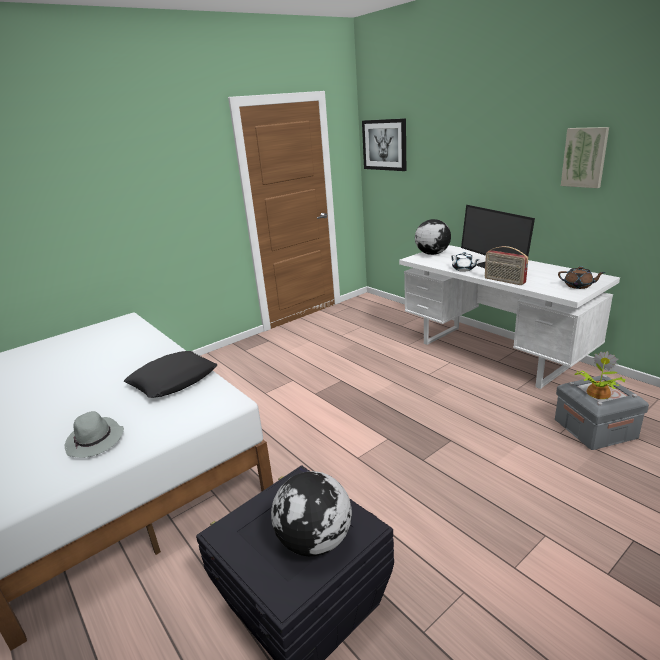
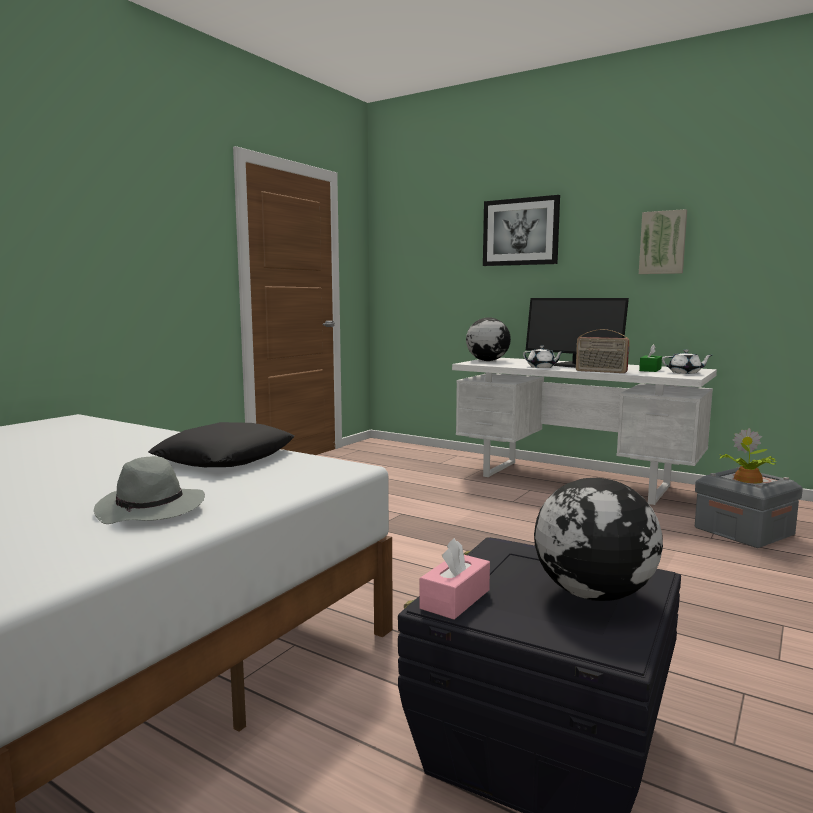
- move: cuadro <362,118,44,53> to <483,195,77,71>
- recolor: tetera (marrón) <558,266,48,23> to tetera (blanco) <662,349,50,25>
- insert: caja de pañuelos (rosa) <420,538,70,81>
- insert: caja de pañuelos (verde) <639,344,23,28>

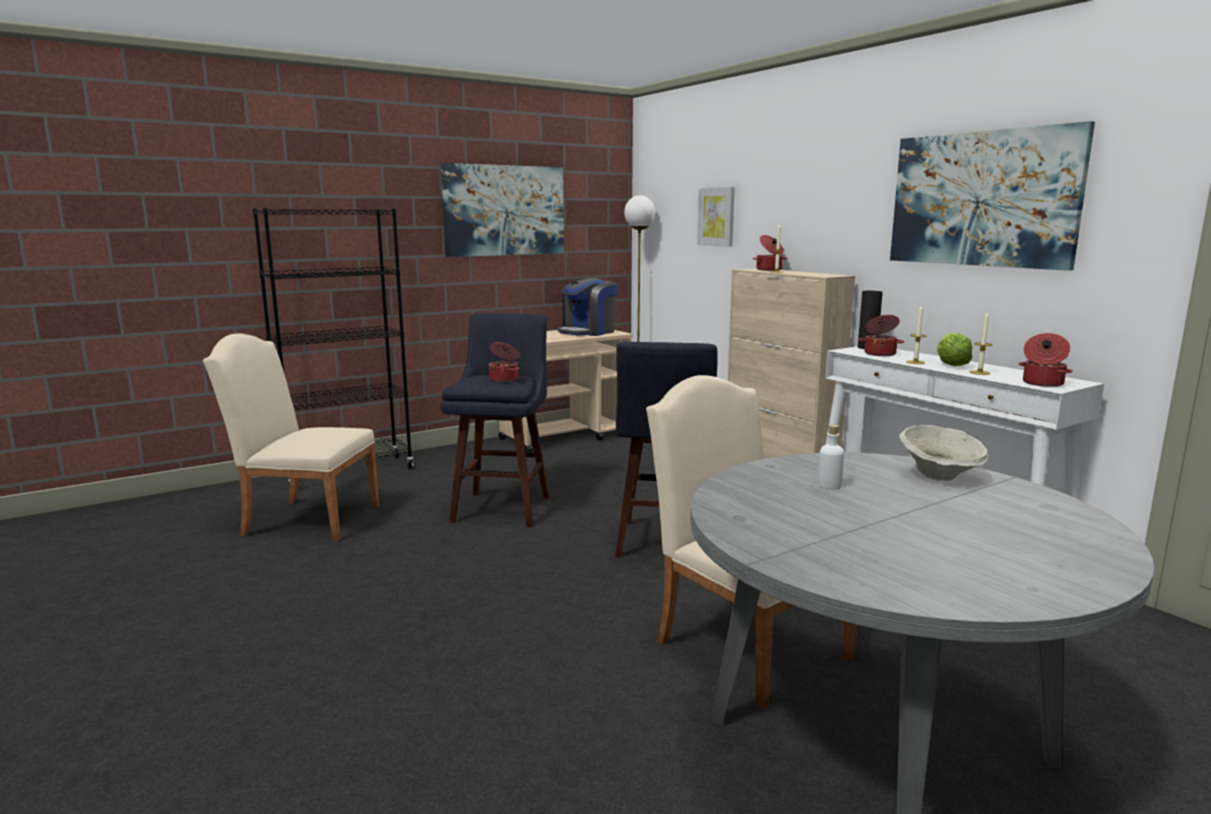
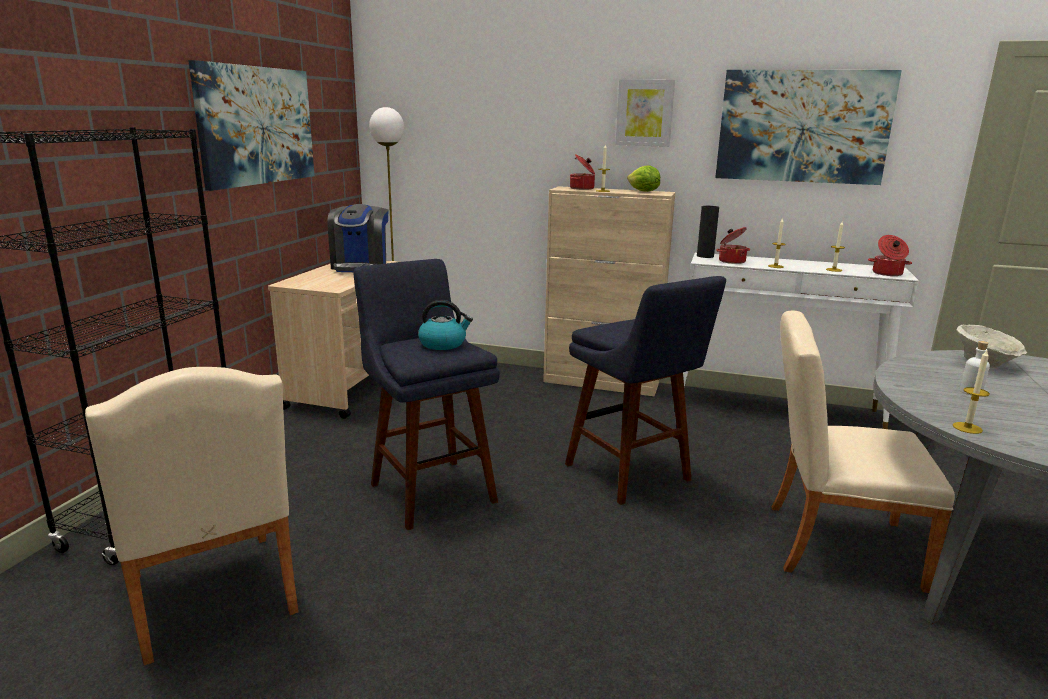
- rotate: silla (beis) <203,333,176,209> = <85,367,214,298> 90 degrees counterclockwise
- replace: olla <489,342,31,40> to hervidor <418,300,55,50>
- move: cuadro <697,187,38,60> to <615,79,60,68>
- move: lechuga <937,333,36,33> to <627,166,33,26>
- insert: vela <953,350,37,84>

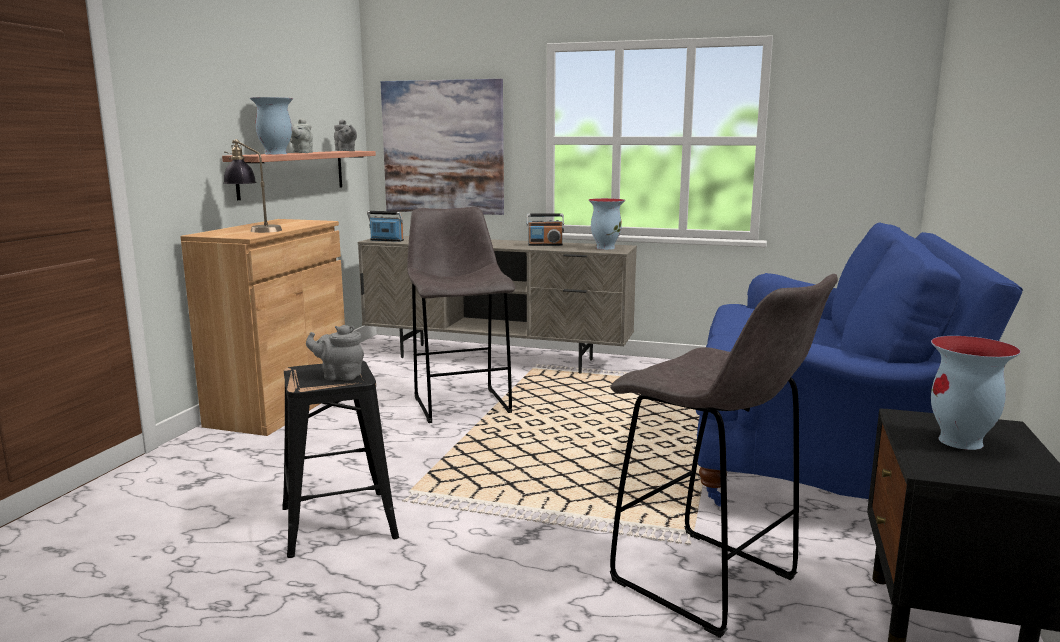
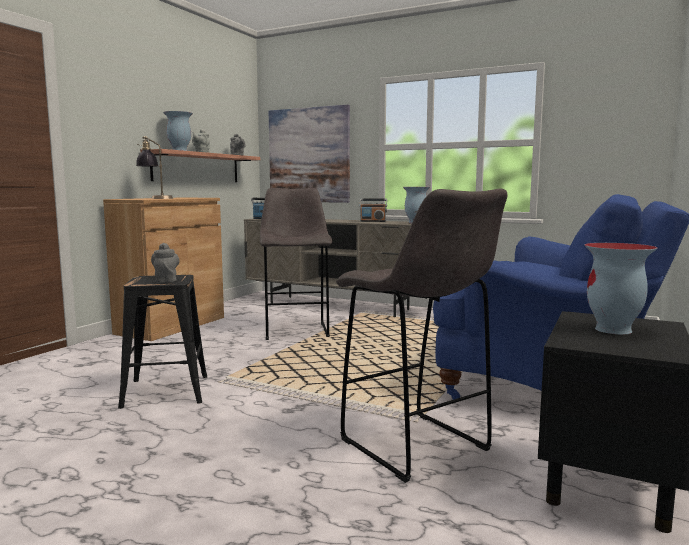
- rotate: tetera (gris) <306,325,58,56> = <151,243,29,40> 60 degrees clockwise

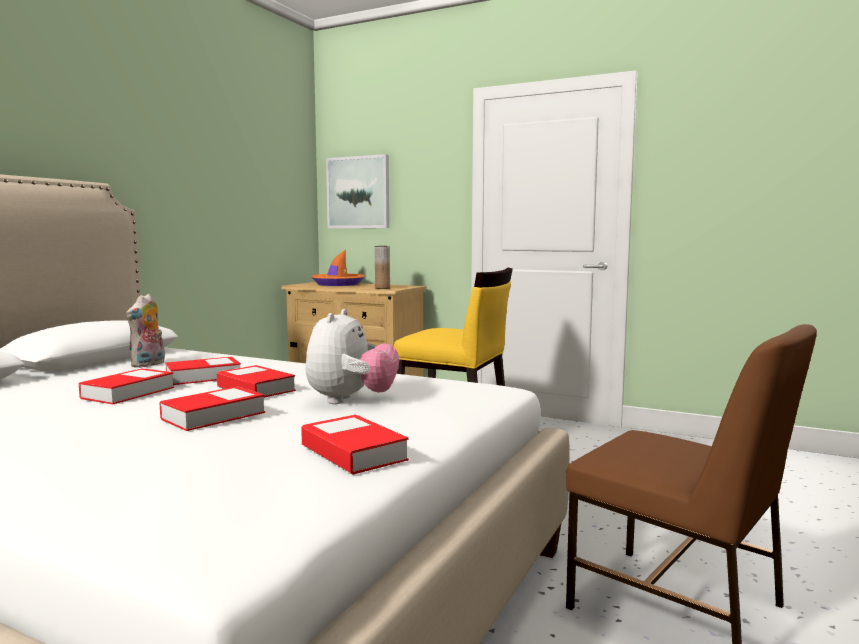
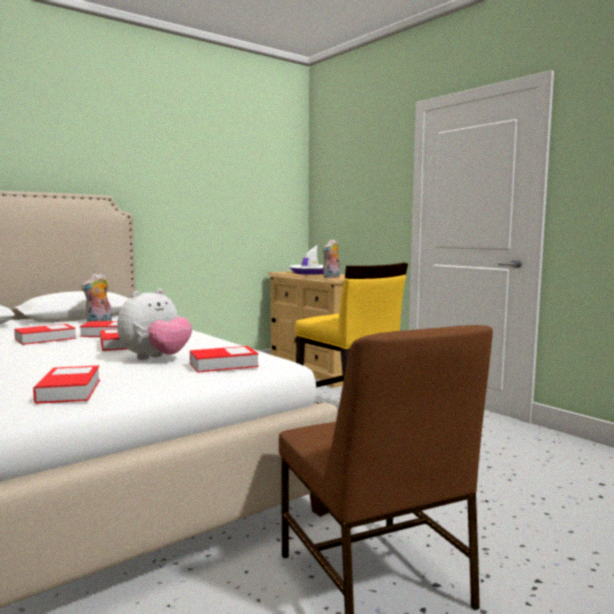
- move: libro <159,386,106,45> to <190,346,69,27>
- recolor: sombrero (naranja) <311,249,54,37> to sombrero (blanco) <289,245,35,30>
- delete: cuadro <326,154,63,74>
- replace: florero (marrón) <375,246,15,43> to peluche <323,239,17,39>

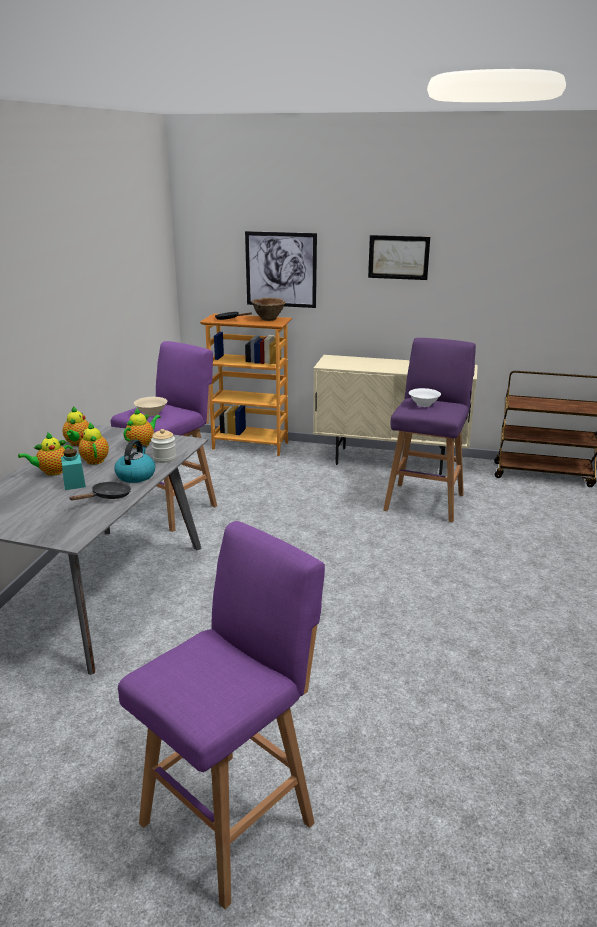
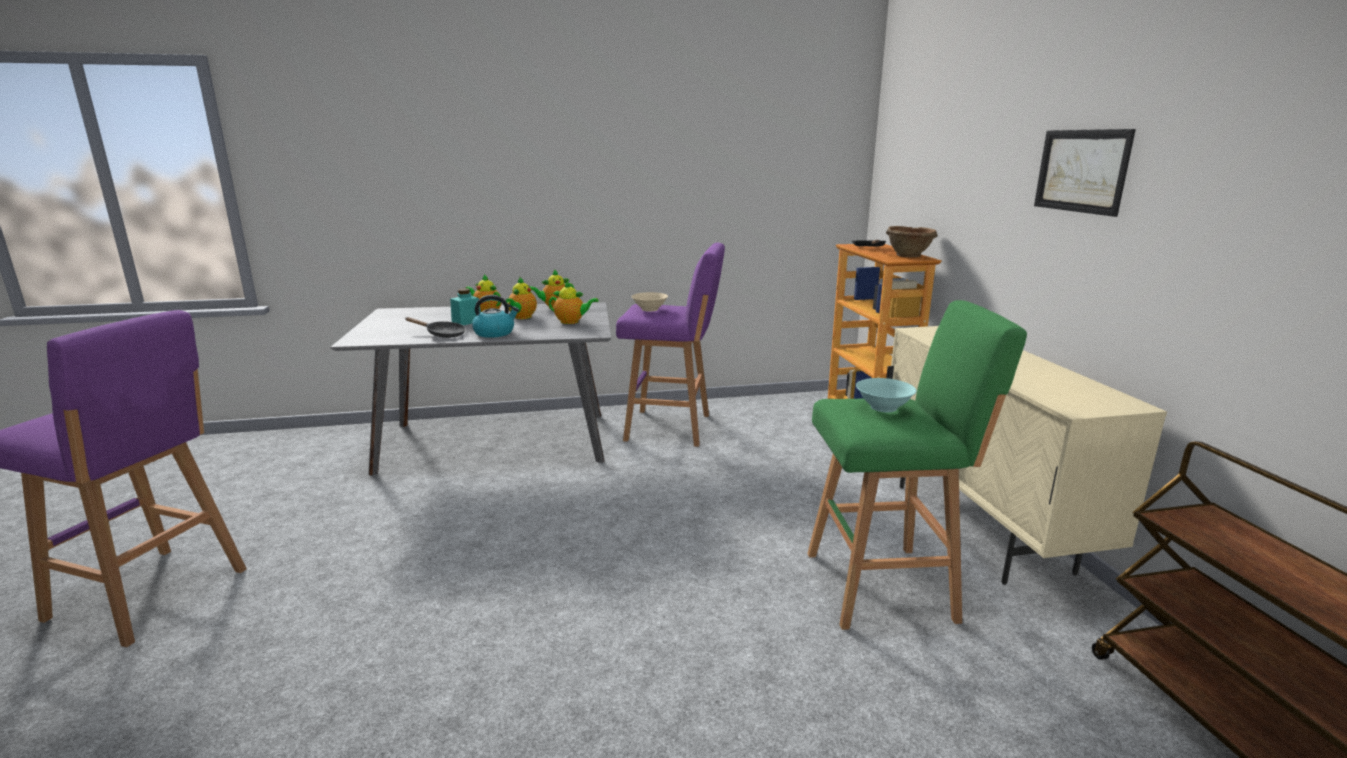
- rotate: tetera <79,422,30,43> = <506,277,31,42> 150 degrees clockwise
- delete: tarro <151,429,25,34>
- delete: cuadro <245,231,72,77>
- recolor: taburete (morado) <383,338,93,185> to taburete (verde) <807,300,220,330>
- recolor: cuenco (blanco) <409,388,32,19> to cuenco (turquesa) <856,378,61,34>

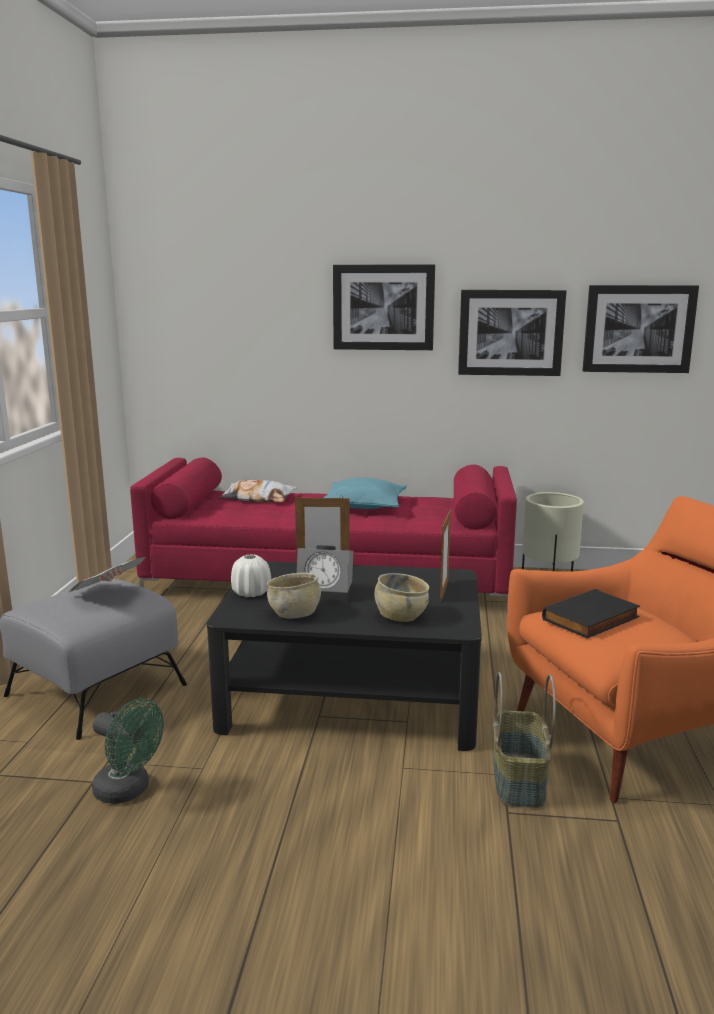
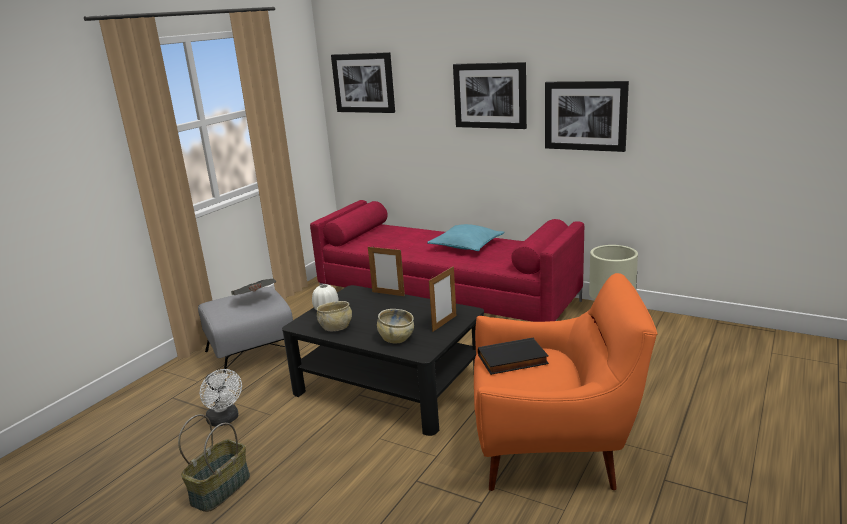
- recolor: ventilador (verde) <92,698,72,106> to ventilador (blanco) <200,369,42,57>
- delete: cojín <219,480,77,22>
- delete: despertador <297,545,56,58>
- move: cesta <493,672,63,136> to <178,414,72,98>
- move: cuadro <582,285,117,88> to <331,52,64,61>

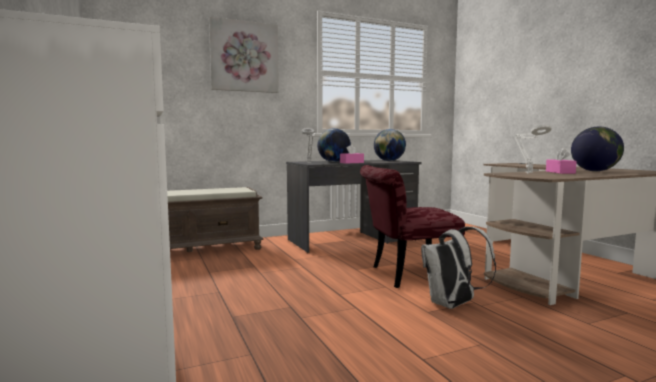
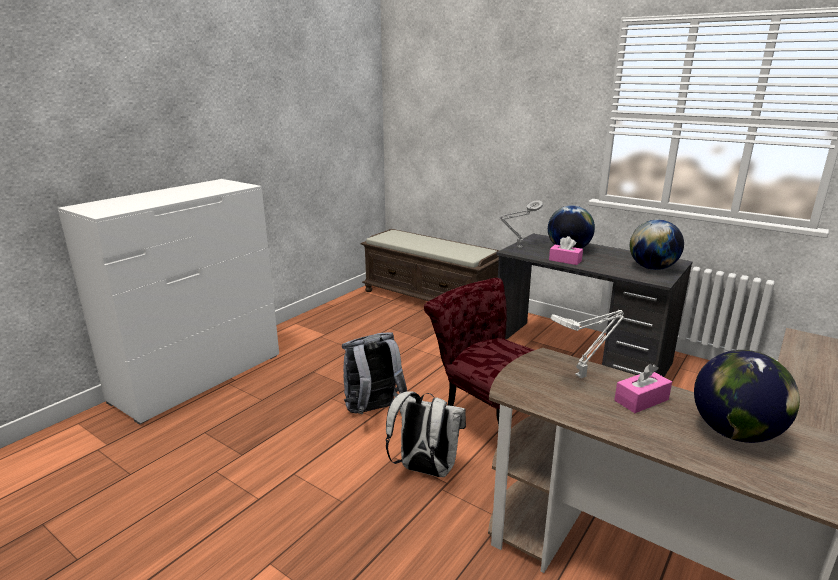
- delete: cuadro <209,17,70,76>
- insert: mochila (gris) <342,332,65,82>

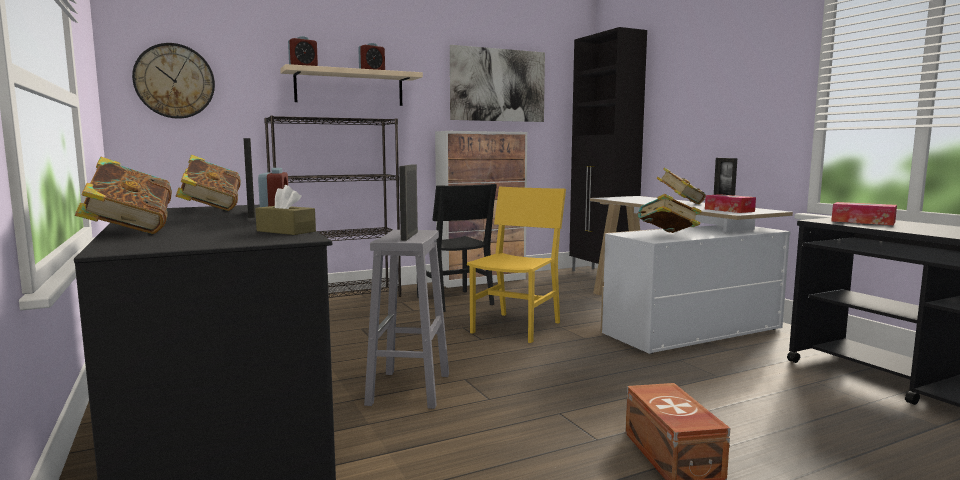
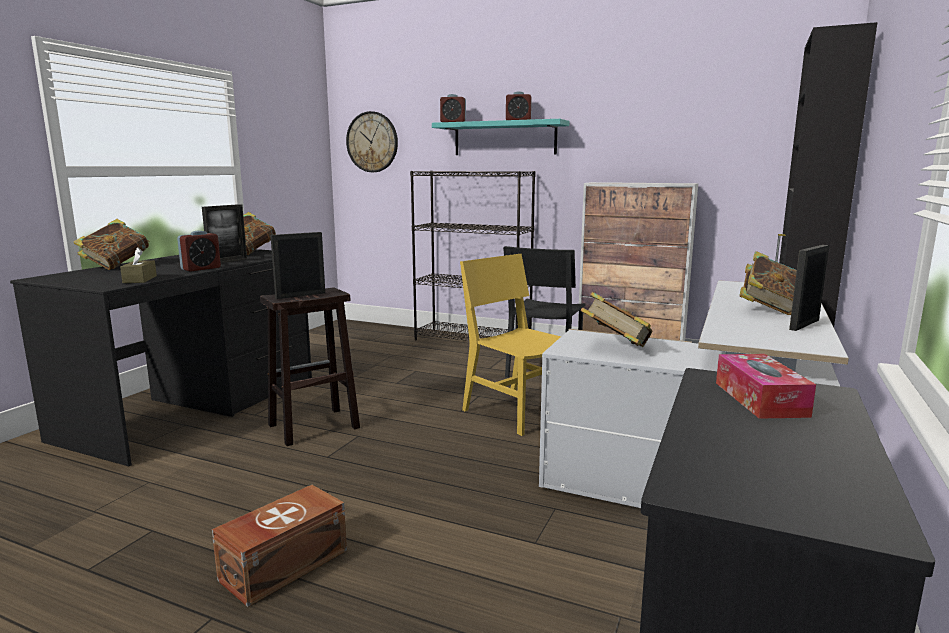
- recolor: estante (beis) <280,64,143,42> to estante (turquesa) <432,119,137,36>
- recolor: taburete (gris) <364,230,85,179> to taburete (marrón) <260,287,100,159>
- delete: cuadro <450,45,95,77>
- rotate: silla (amarillo) <467,186,99,157> = <460,254,101,182> 120 degrees counterclockwise
- delete: caja de pañuelos <705,194,51,19>

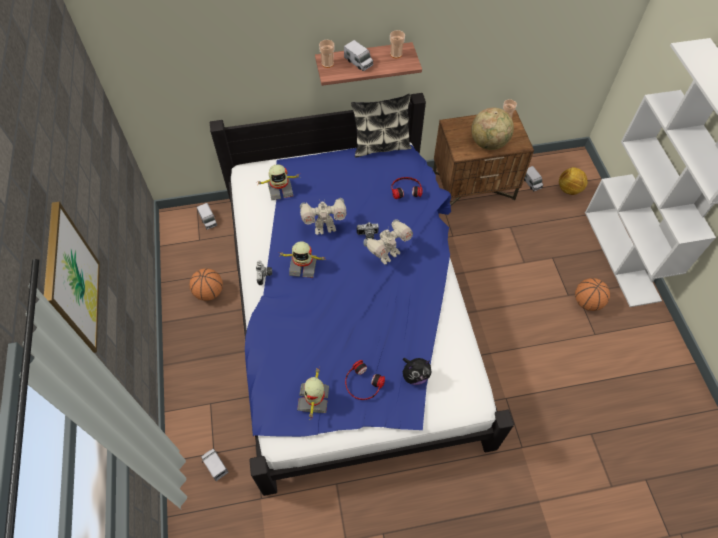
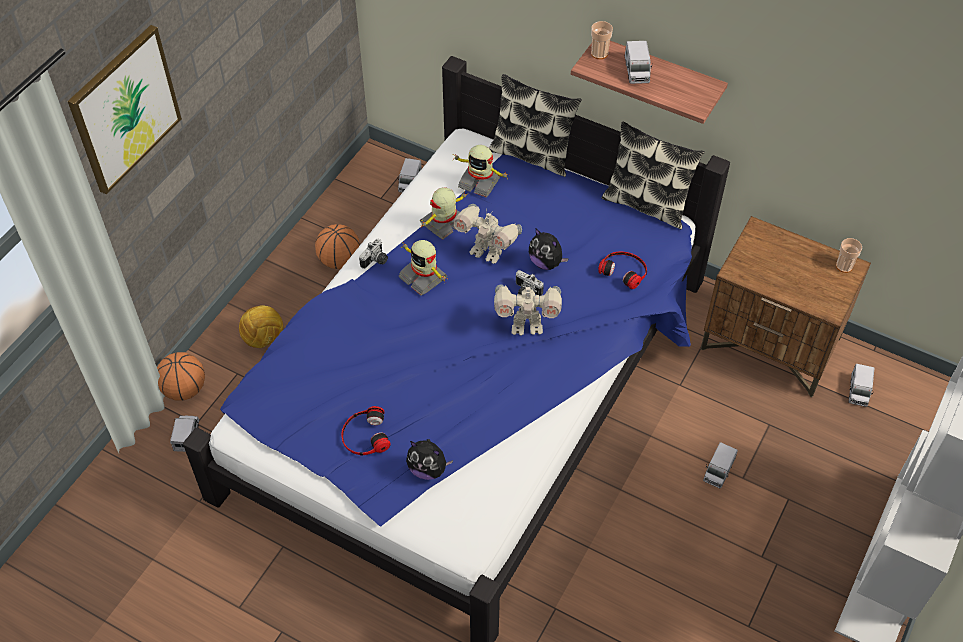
- move: robot de juguete <297,369,32,51> to <420,187,49,53>
- delete: taza <390,30,15,28>
- delete: globo terráqueo <471,108,43,42>
- move: balón de fútbol <559,167,29,28> to <239,305,44,43>
- move: balón de baloncesto <575,278,35,33> to <157,352,48,49>
- insert: cojín <489,74,93,103>
- insert: peluche <529,228,40,42>
- insert: camión de juguete <703,442,35,46>

